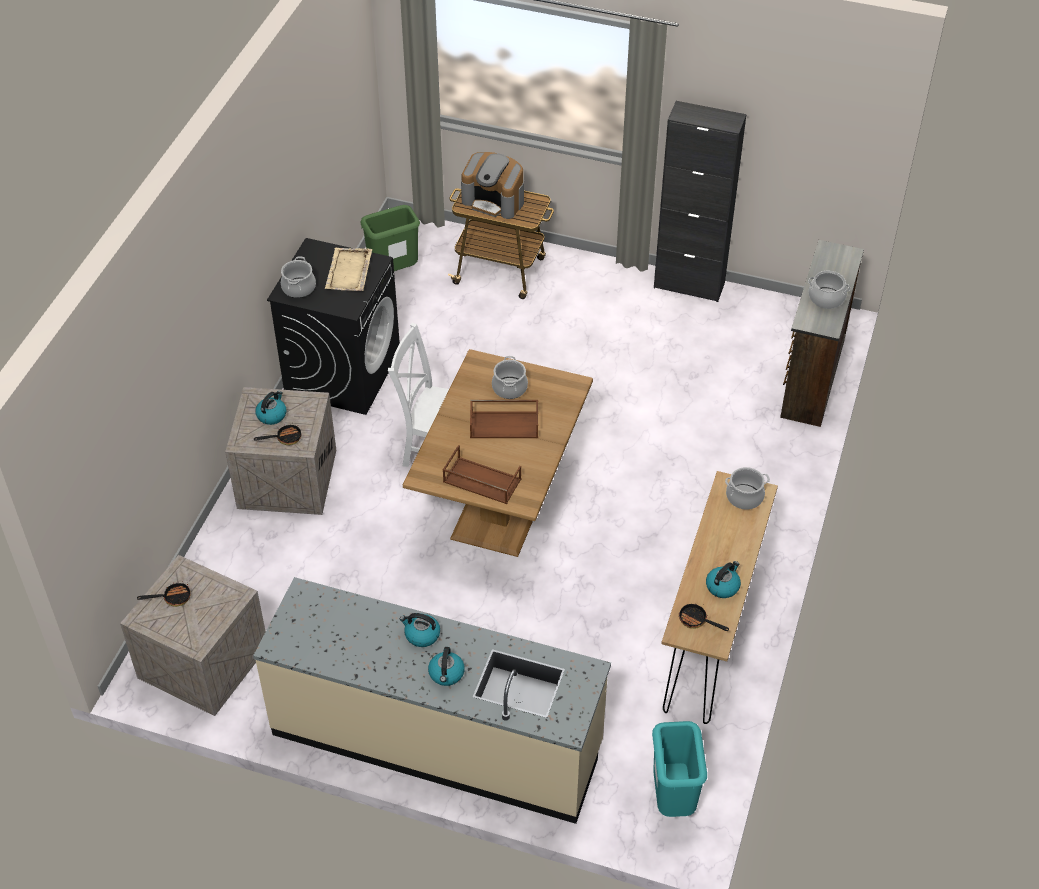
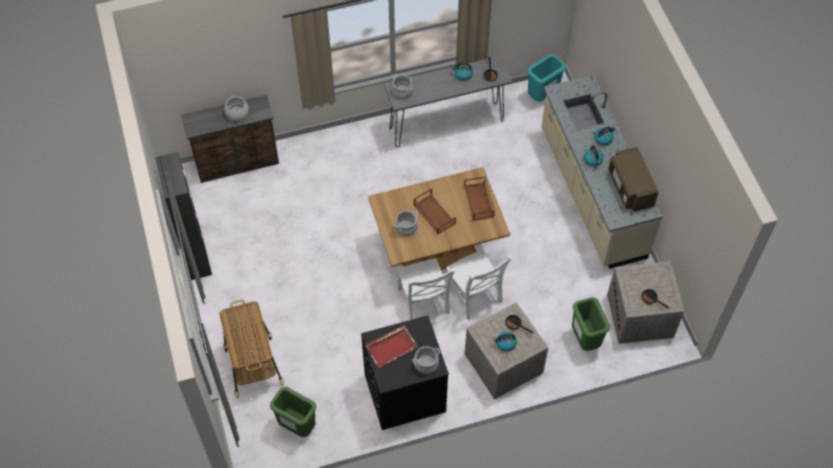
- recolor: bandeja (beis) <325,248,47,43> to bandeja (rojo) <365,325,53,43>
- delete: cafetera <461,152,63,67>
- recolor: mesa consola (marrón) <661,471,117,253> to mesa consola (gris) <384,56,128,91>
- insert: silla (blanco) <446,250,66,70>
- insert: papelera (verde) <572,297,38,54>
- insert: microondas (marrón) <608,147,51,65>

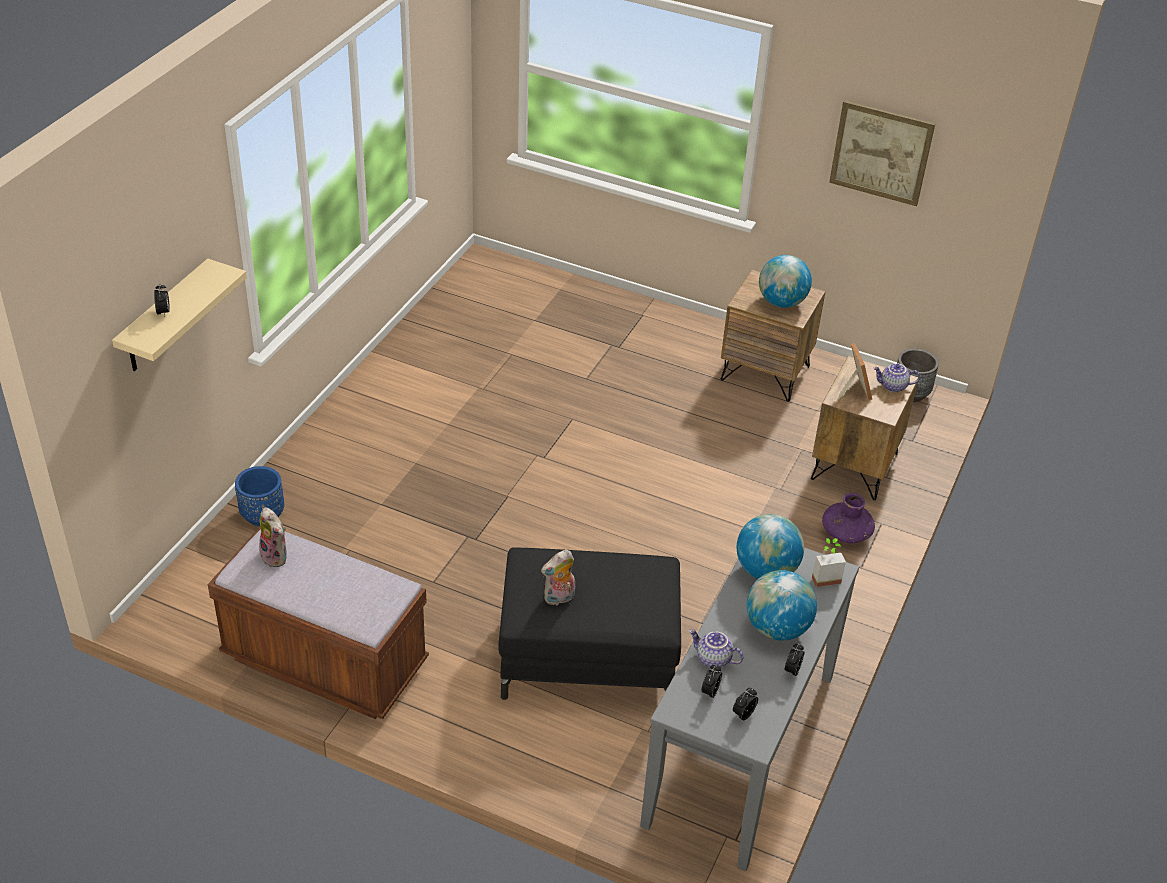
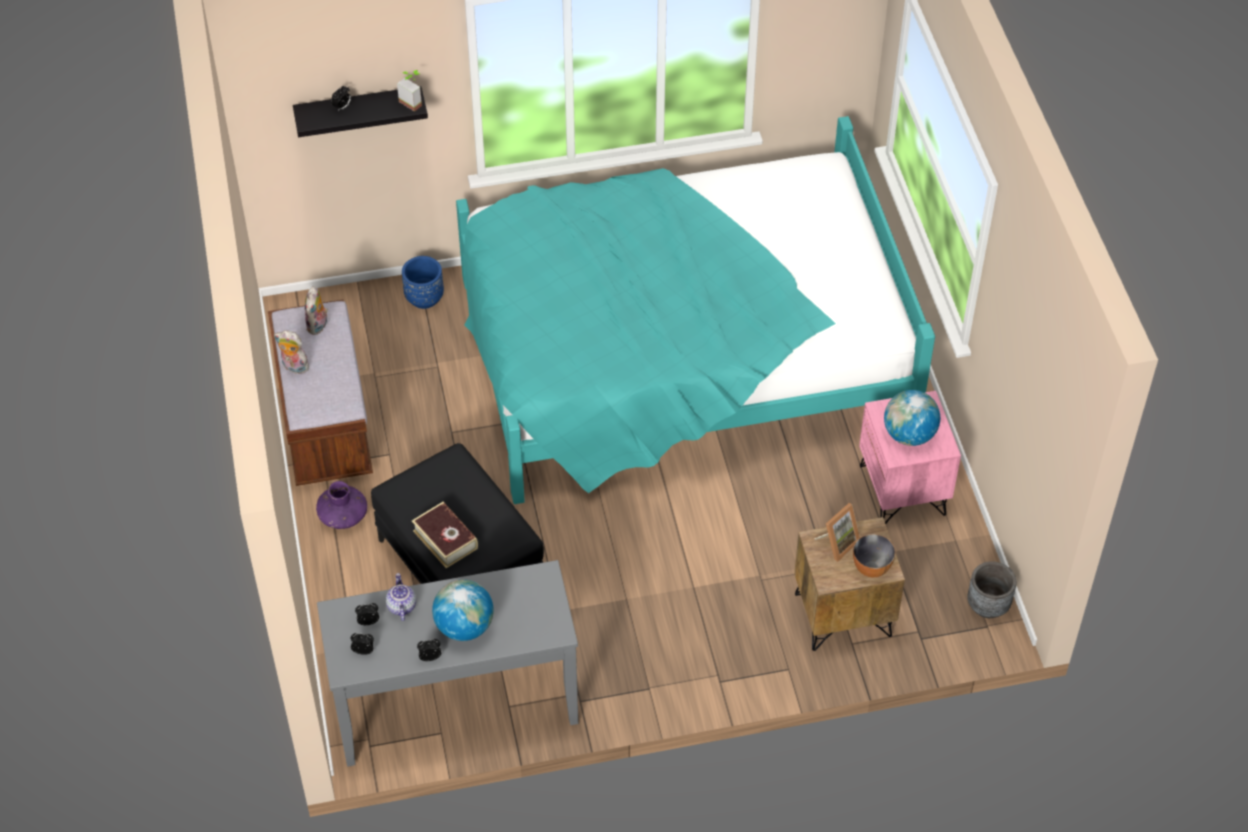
- recolor: estante (beis) <112,259,135,112> to estante (negro) <293,86,135,51>
- move: peluche <541,550,34,55> to <274,330,35,44>
- recolor: mesita de noche (marrón) <720,270,105,132> to mesita de noche (rosa) <859,391,102,133>
- delete: globo terráqueo <737,514,67,65>
- move: planta en maceta <812,538,34,49> to <397,70,25,42>
- move: florero (morado) <822,493,53,50> to <316,481,51,48>
- delete: cuadro <829,101,106,105>
- replace: tetera <873,363,47,29> to cuenco <853,534,42,43>
- insert: libro <412,502,66,66>
- insert: cama (turquesa) <456,116,479,388>

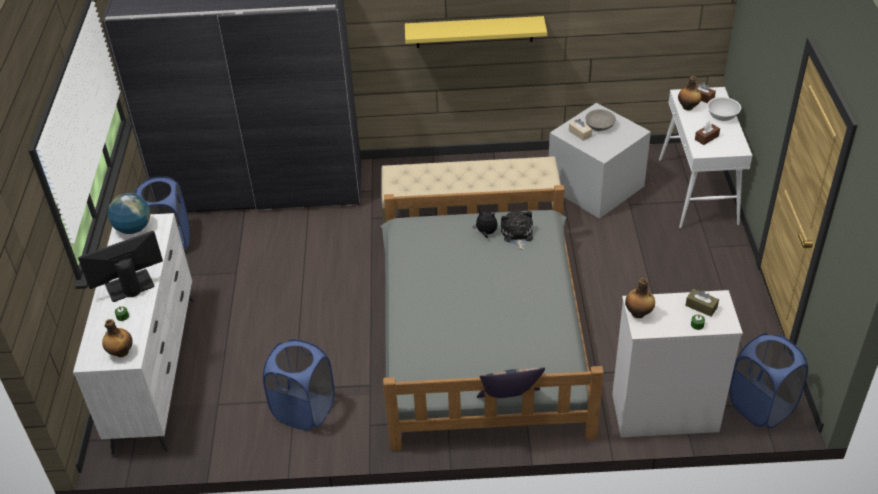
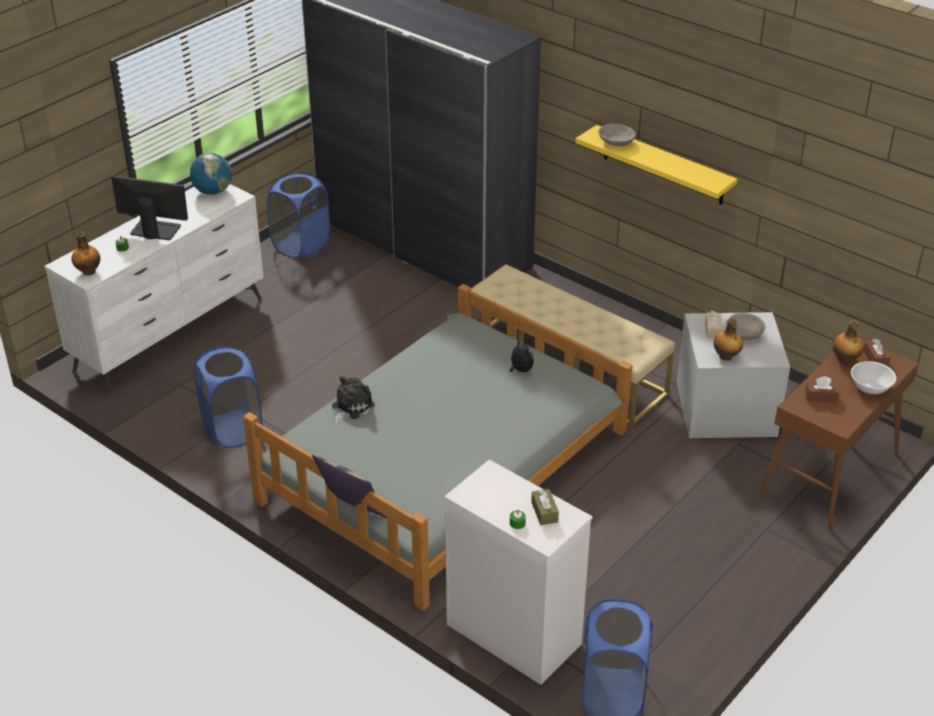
- move: peluche <501,211,32,40> to <332,376,43,47>
- move: botella <625,278,30,40> to <714,318,29,43>
- recolor: mesa consola (blanco) <659,87,94,141> to mesa consola (marrón) <760,338,159,192>
- insert: cuenco (gris) <598,124,38,22>

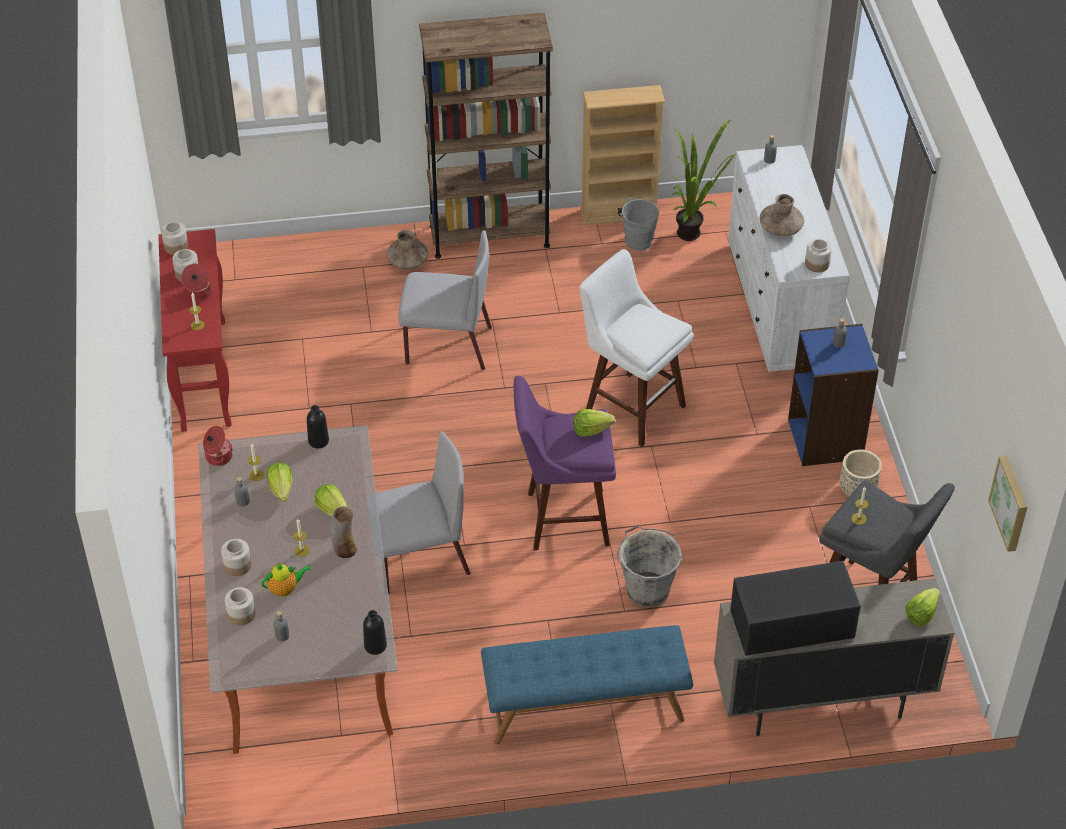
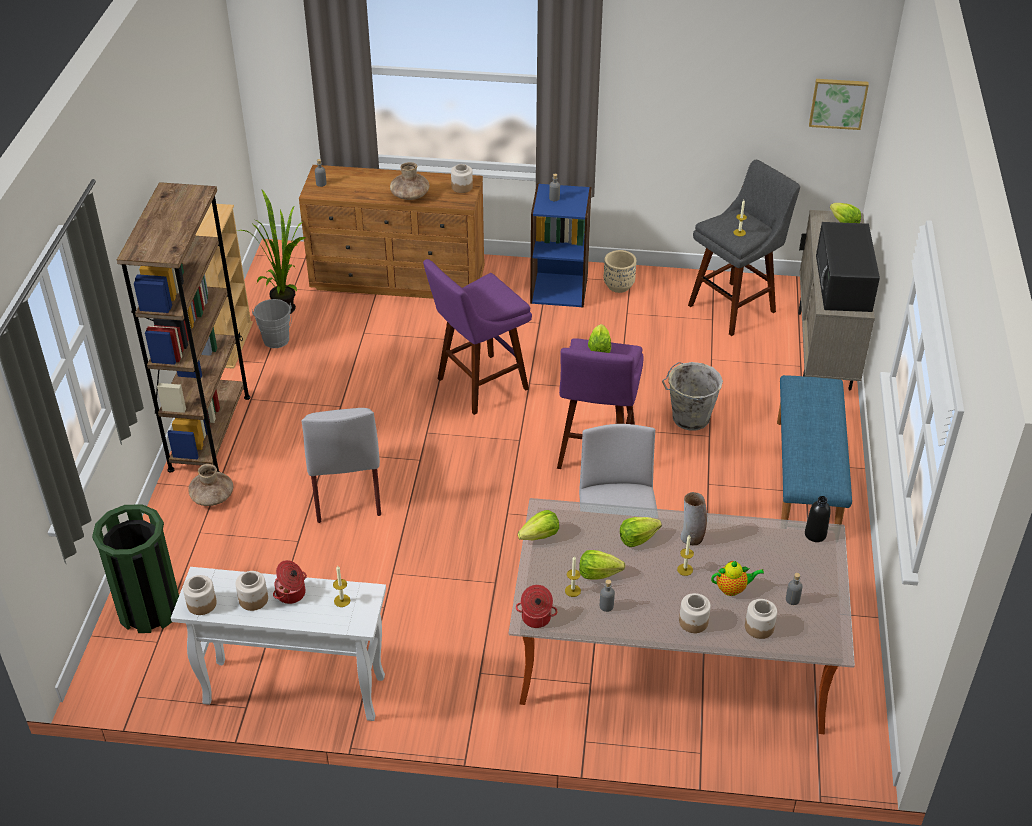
- recolor: mesa consola (rojo) <158,229,74,202> to mesa consola (blanco) <171,567,215,154>
- rotate: tetera <261,563,50,34> = <711,561,53,35> 90 degrees clockwise
- replace: botella (negro) <307,405,22,43> to lechuga <518,510,41,30>
- rotate: silla (gris) <398,230,94,140> = <302,408,79,115> 150 degrees clockwise
- recolor: taburete (blanco) <579,249,114,198> to taburete (morado) <423,259,109,156>
- recolor: cómoda (blanco) <728,145,122,227> to cómoda (marrón) <299,165,186,134>
- insert: papelera (verde) <92,504,87,129>

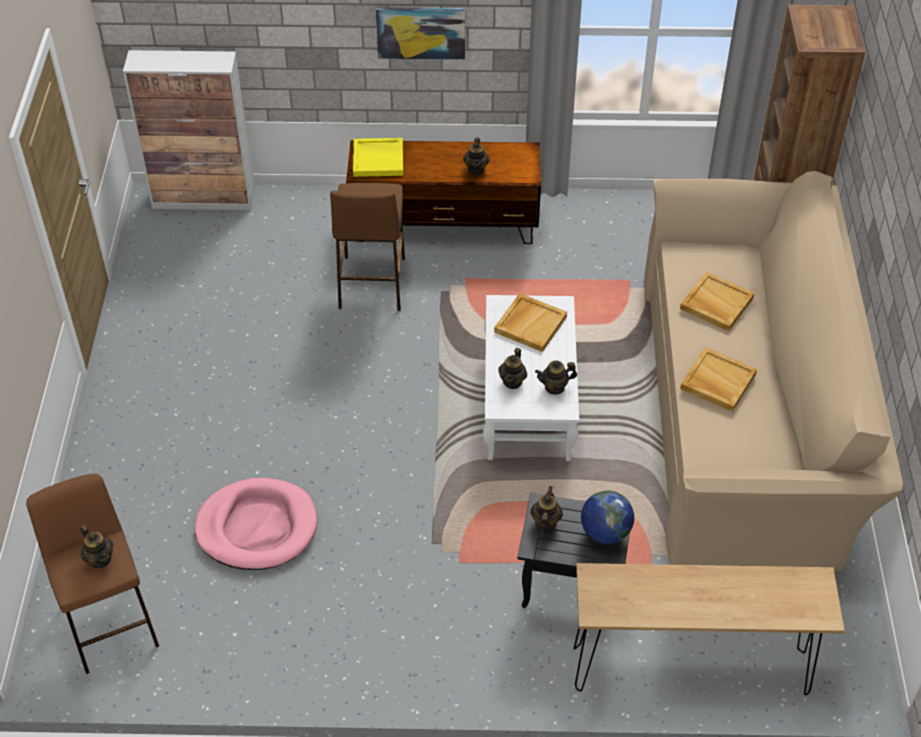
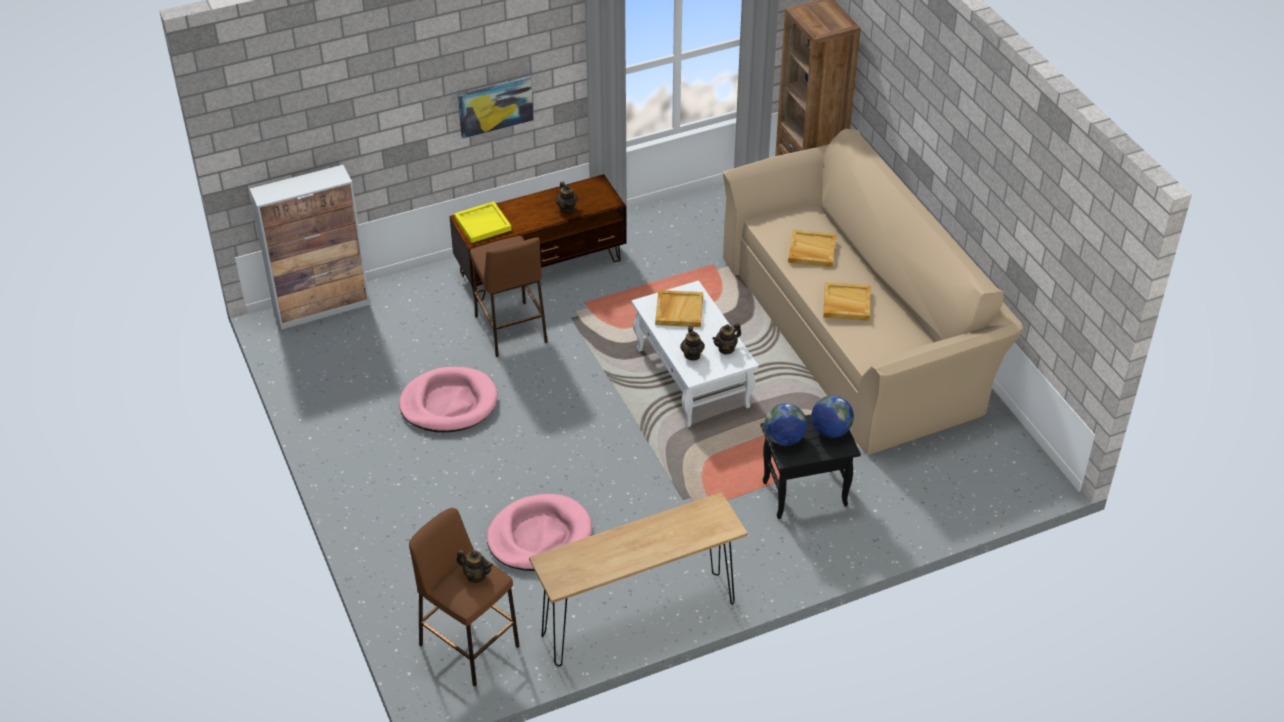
- replace: tetera <530,486,33,48> to globo terráqueo <764,403,43,43>
- move: mesa consola (marrón) <573,563,272,132> to <529,492,219,174>
- insert: cama para perro (rosa) <399,367,99,65>

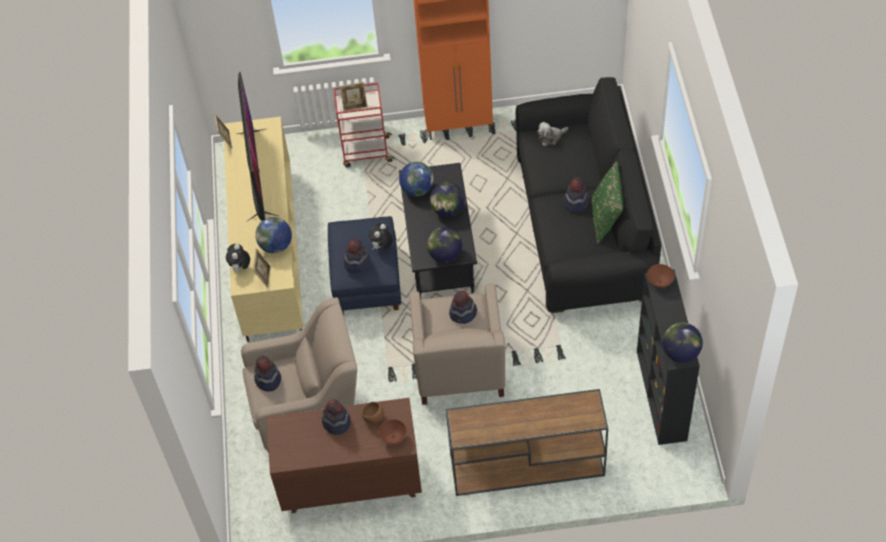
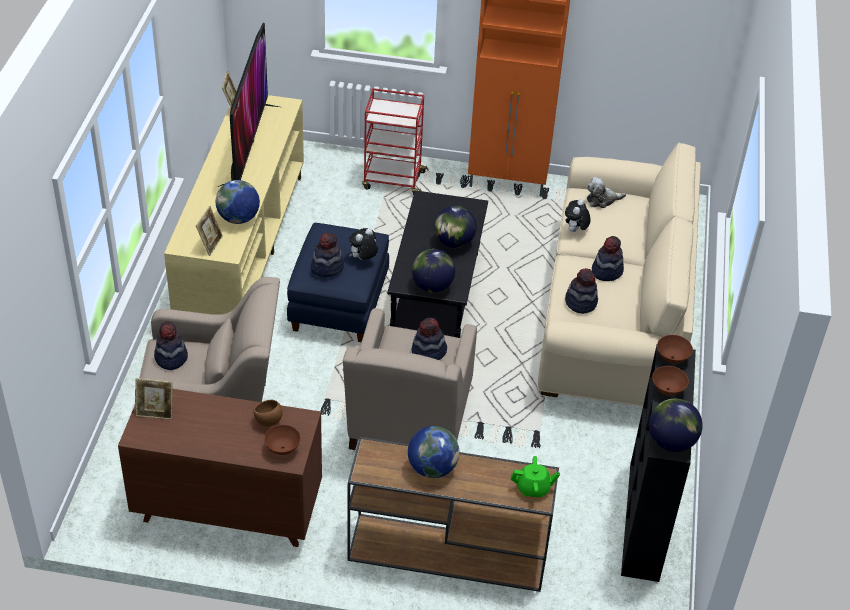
- move: peluche <226,244,24,28> to <565,199,26,33>
- move: sombrero <322,399,29,36> to <565,268,33,46>
- move: portarretratos <340,82,28,29> to <136,378,36,42>
- move: globo terráqueo <399,162,35,34> to <408,426,52,52>
- recolor: sofá (negro) <516,77,145,236> to sofá (beis) <537,143,164,264>
- delete: cojín (verde) <592,161,31,83>
- insert: tetera (verde) <511,456,49,41>
- insert: cuenco (marrón) <652,366,37,30>

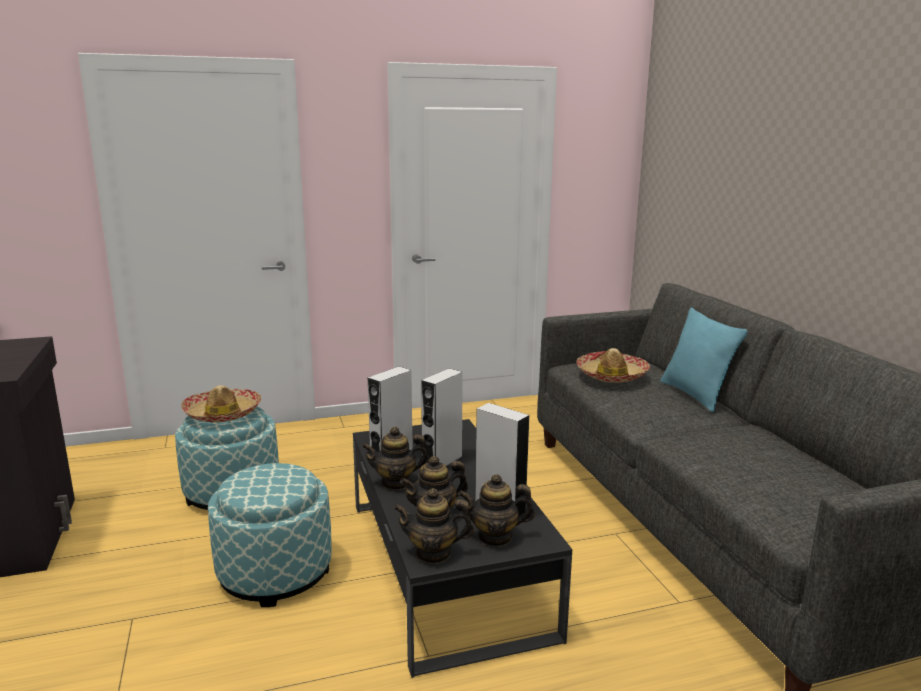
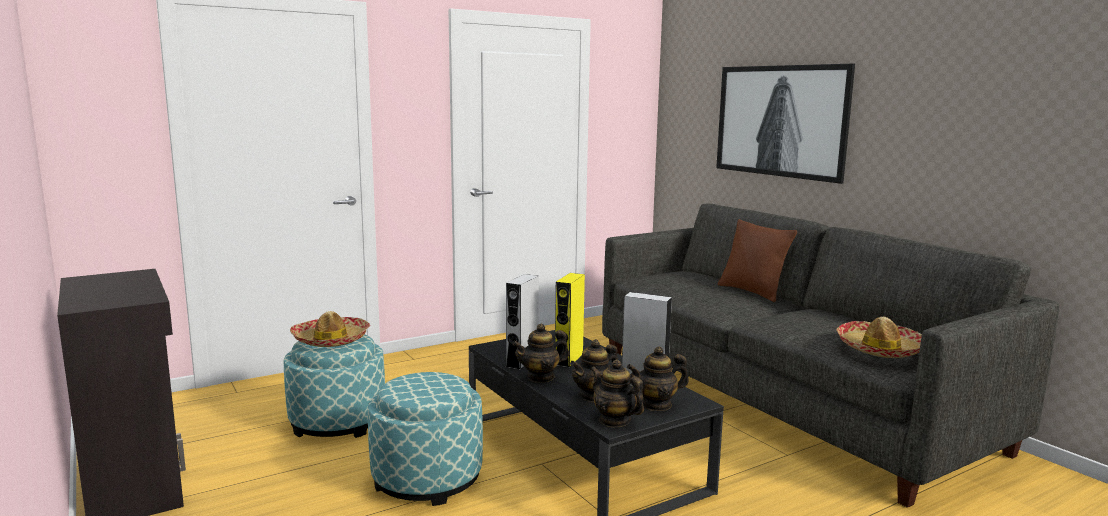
- rotate: tetera <394,488,80,76> = <591,359,53,68> 60 degrees clockwise
- recolor: altavoz (gris) <421,368,42,99> to altavoz (amarillo) <555,273,30,95>
- move: sombrero <576,348,74,35> to <836,317,86,41>
- recolor: cojín (turquesa) <660,308,88,104> to cojín (marrón) <718,219,79,83>
- insert: cuadro <716,64,139,120>

